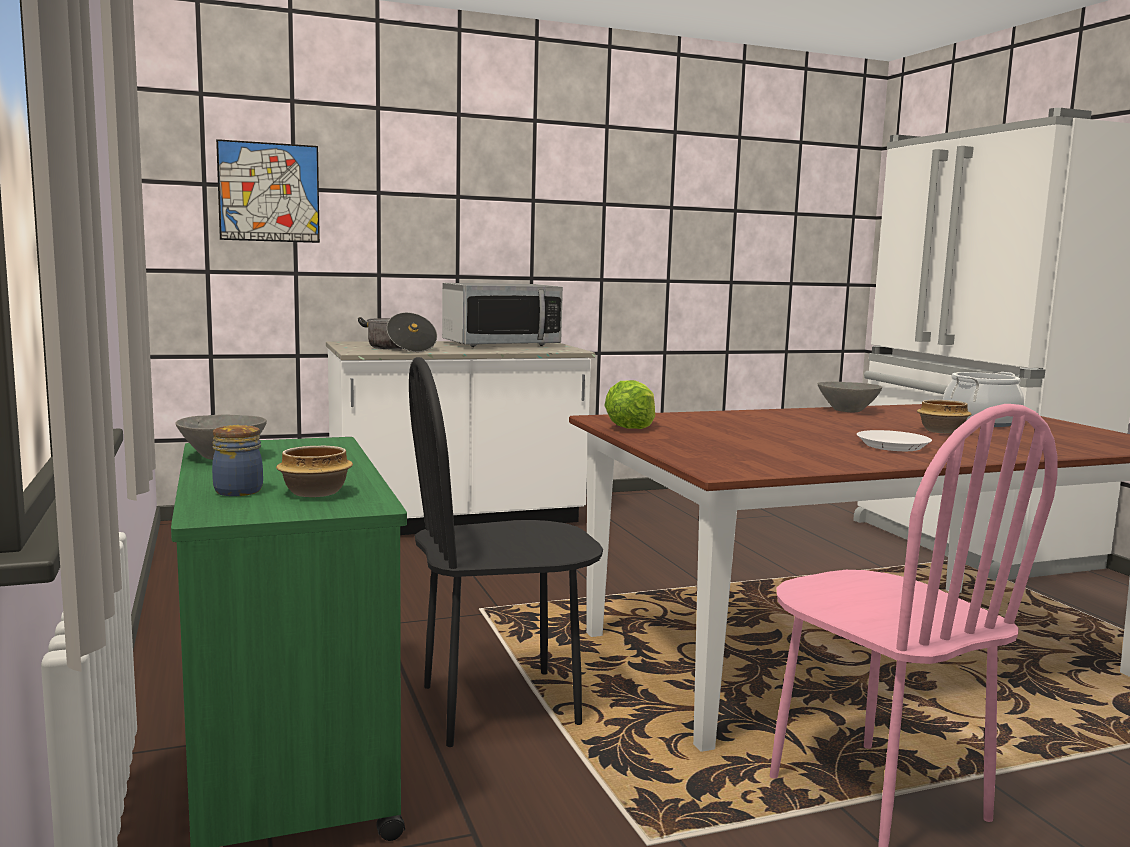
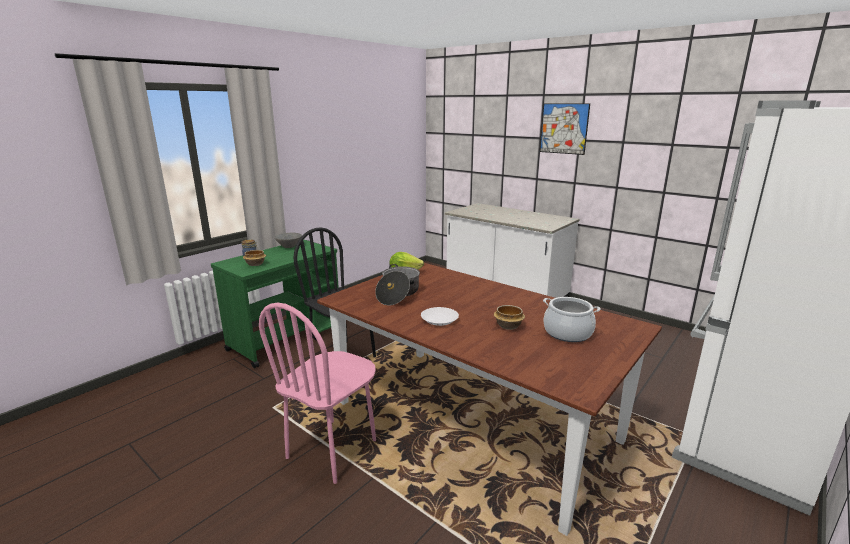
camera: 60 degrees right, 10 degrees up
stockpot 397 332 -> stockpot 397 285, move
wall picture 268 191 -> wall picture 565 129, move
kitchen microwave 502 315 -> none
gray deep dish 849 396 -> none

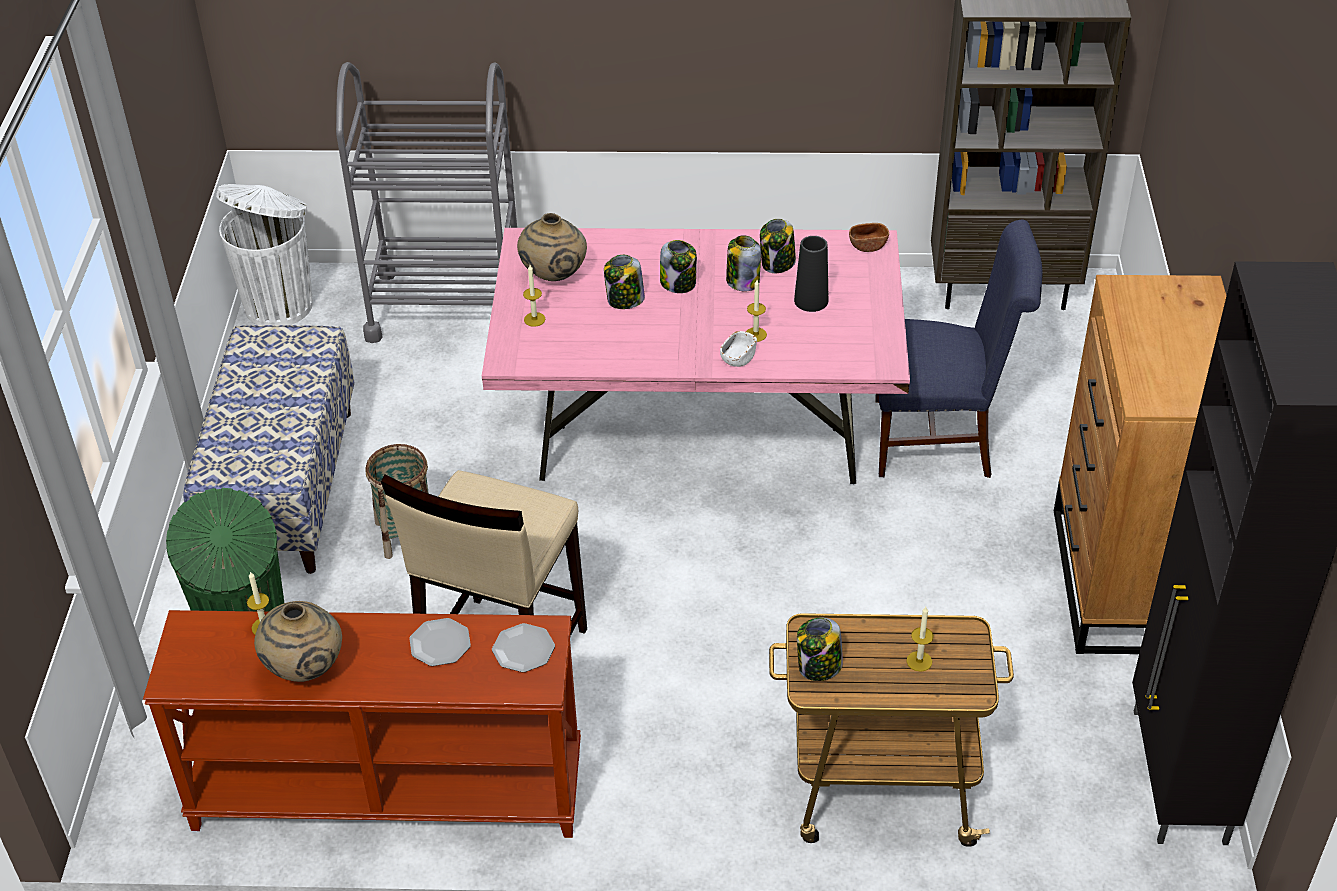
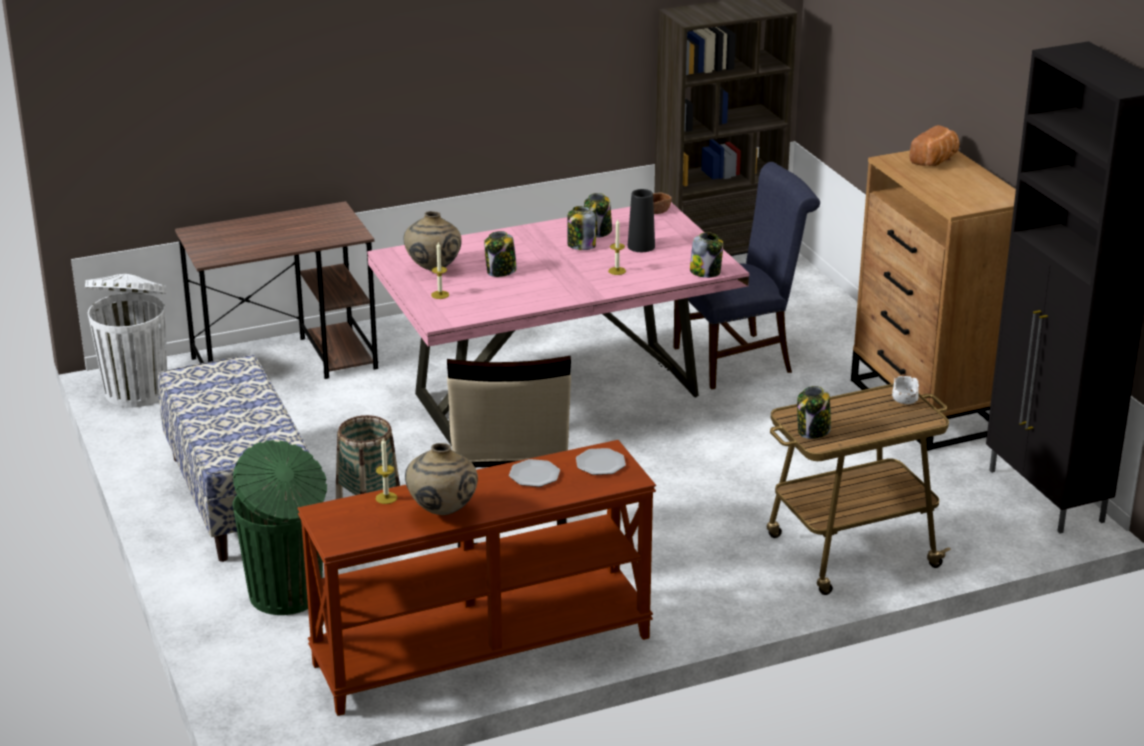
camera: 25 degrees left, 15 degrees down
gray cart 426 202 -> brown desk table 276 290
preserve jar 678 266 -> preserve jar 706 255, move
whitish deep dish 738 349 -> whitish deep dish 905 390, move
none -> baked bread 935 145
wax light 920 639 -> none

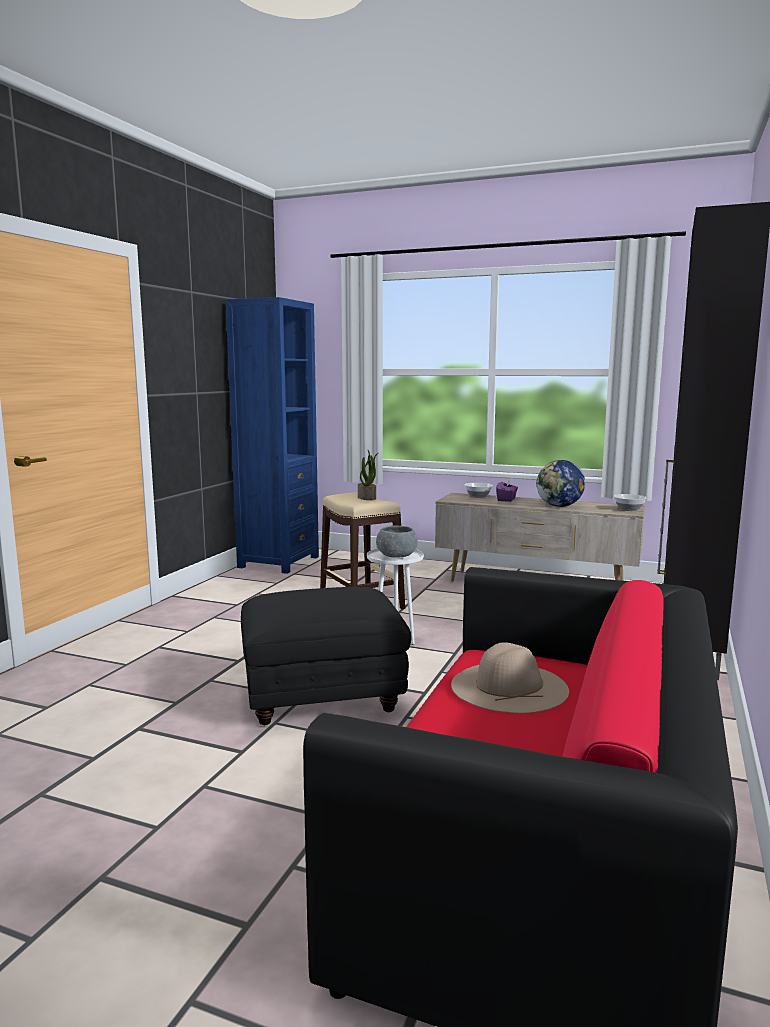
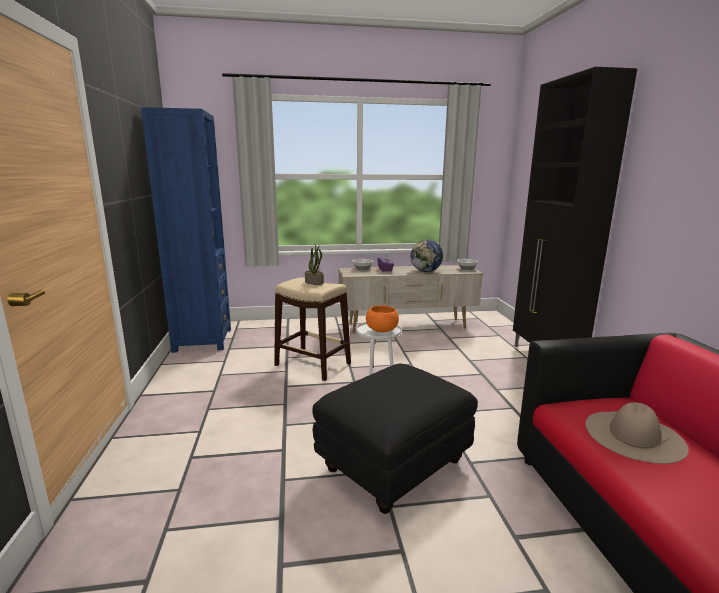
camera: 30 degrees left, 5 degrees up
gray deep dish 397 541 -> orange deep dish 382 318

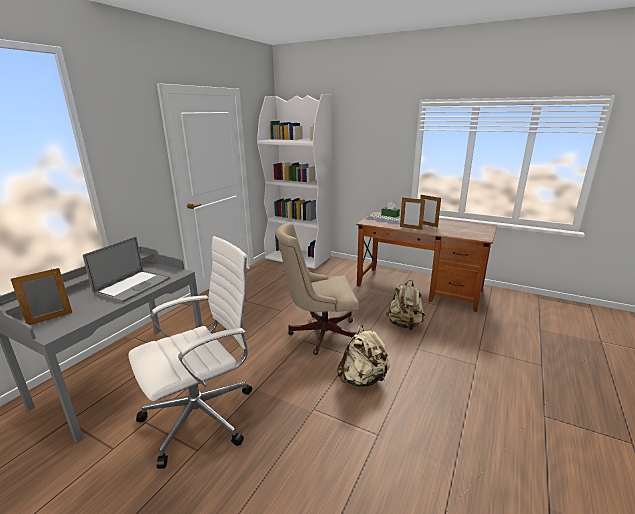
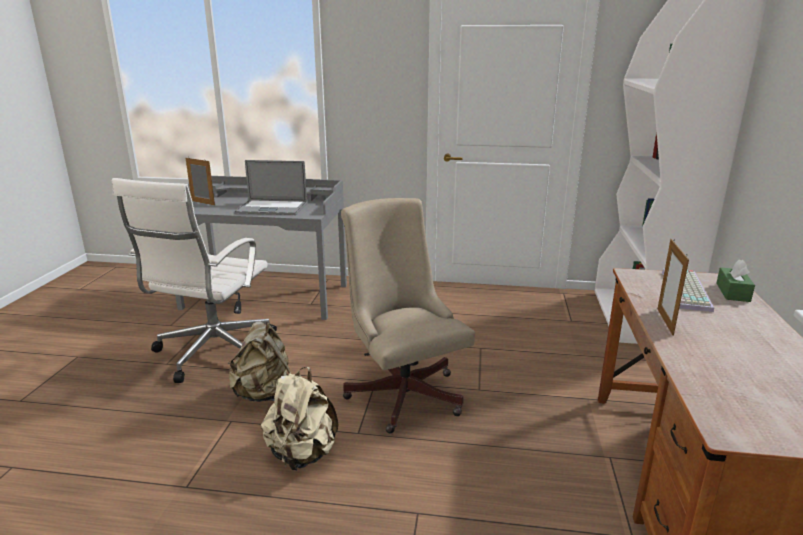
camera: 70 degrees right, 0 degrees up
whitish office chair 190 352 -> whitish office chair 194 280, 75 degrees clockwise
beige-coloured knapsack 405 305 -> beige-coloured knapsack 259 361, move
picture frame 430 211 -> none

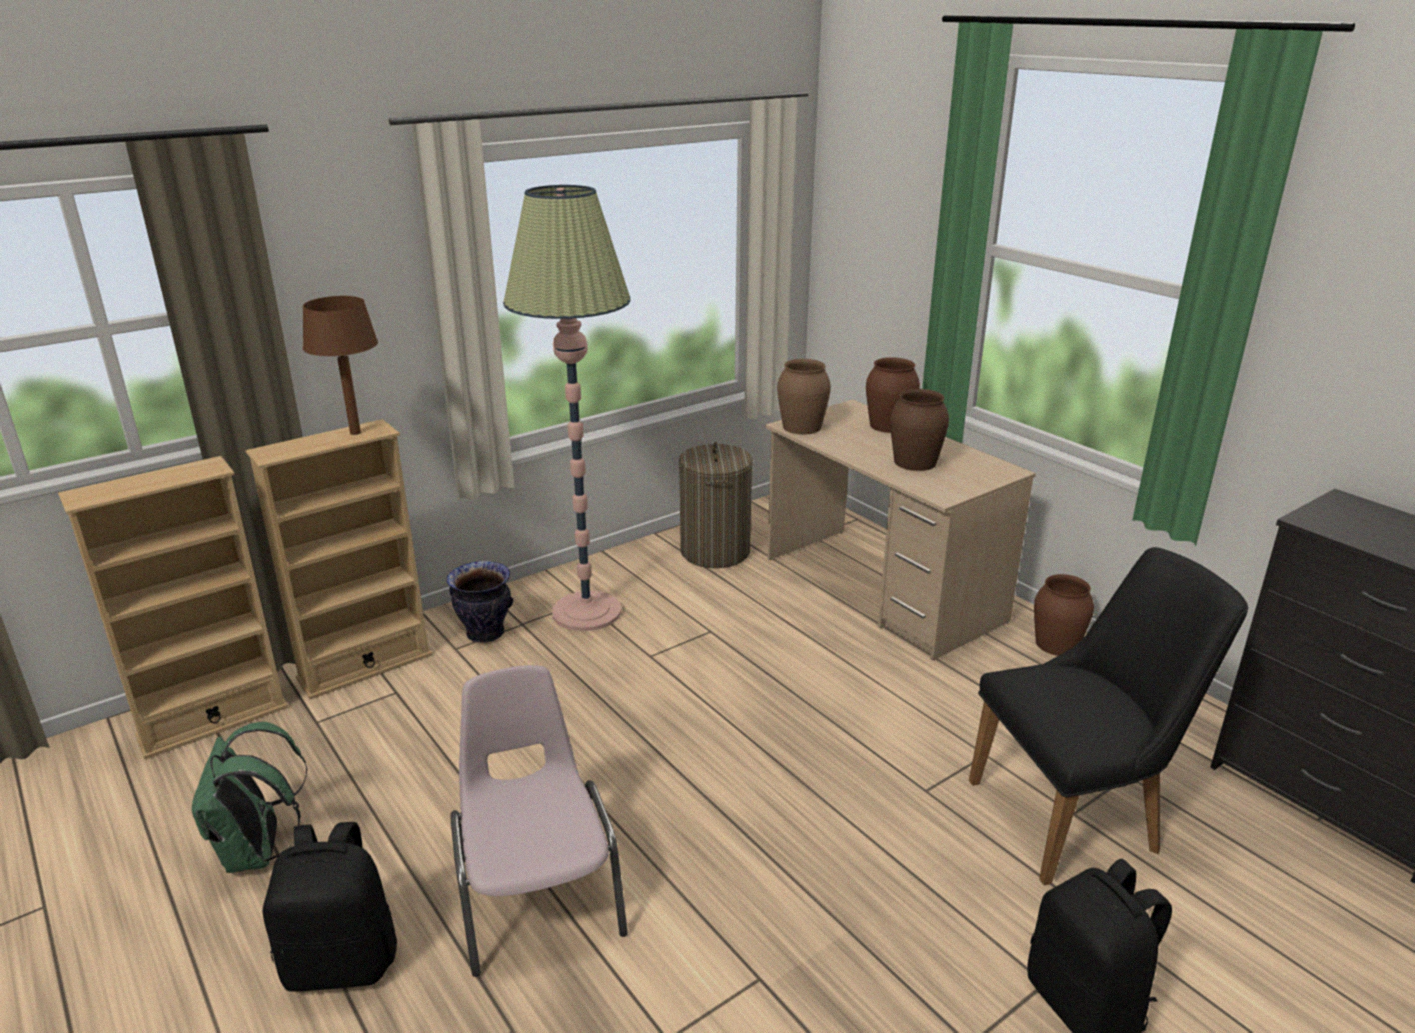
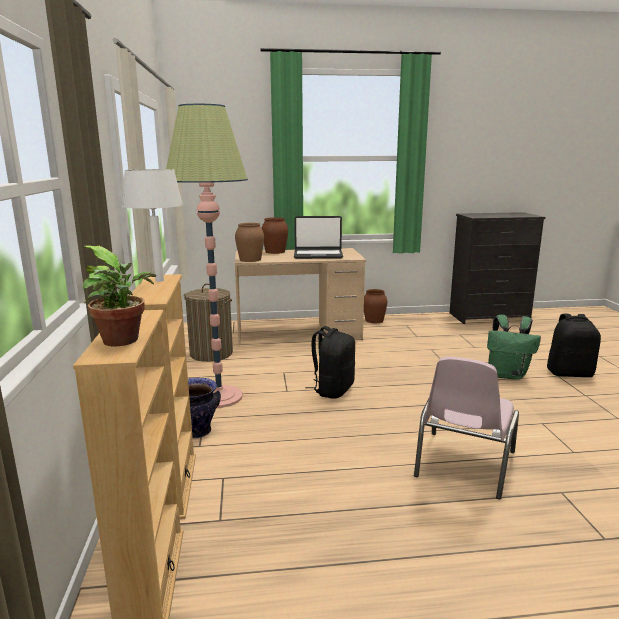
camera: 60 degrees left, 10 degrees down
none -> plant in a pot 119 296
brown tabletop lamp 340 365 -> whitish tabletop lamp 152 225
brown decorative vase 919 430 -> portable computer 318 237
black knapsack 330 907 -> black knapsack 330 362, move
pinkish chair 539 821 -> pinkish chair 466 428, 75 degrees counterclockwise
green-coloured knapsack 250 797 -> green-coloured knapsack 514 347, move
black chair 1108 716 -> none

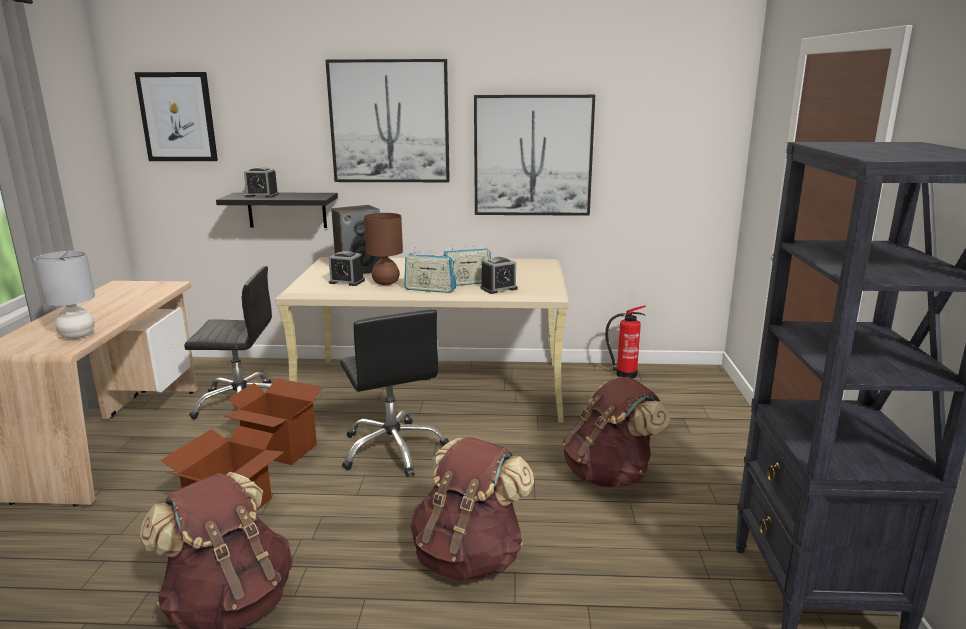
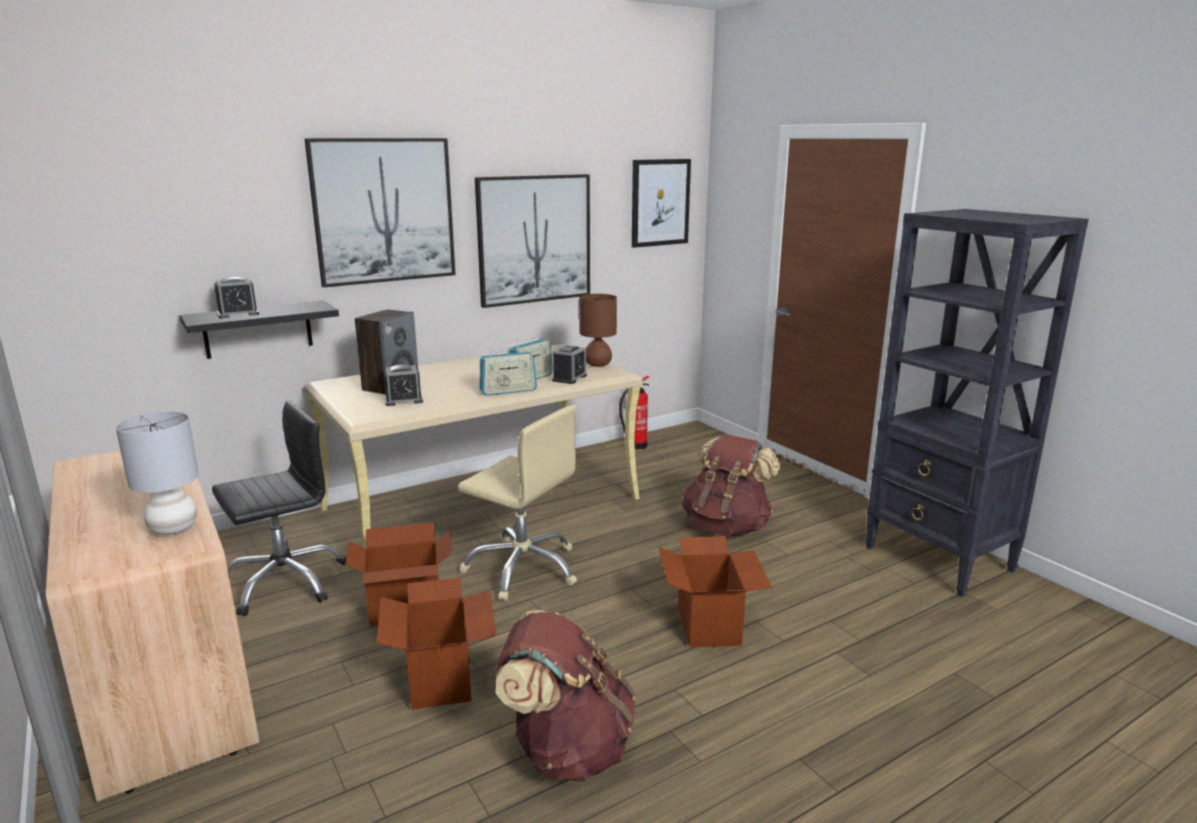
camera: 35 degrees left, 0 degrees up
black office chair 394 393 -> beige-coloured office chair 517 503
brown tabletop lamp 383 249 -> brown tabletop lamp 598 330, move
wall picture 176 116 -> wall picture 661 203, move
brown knapsack 472 509 -> cardboard box 715 591

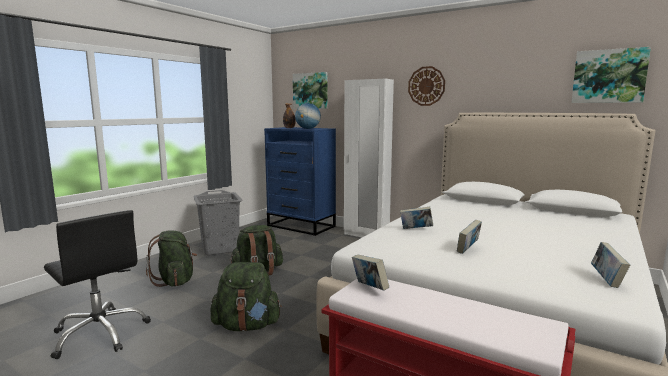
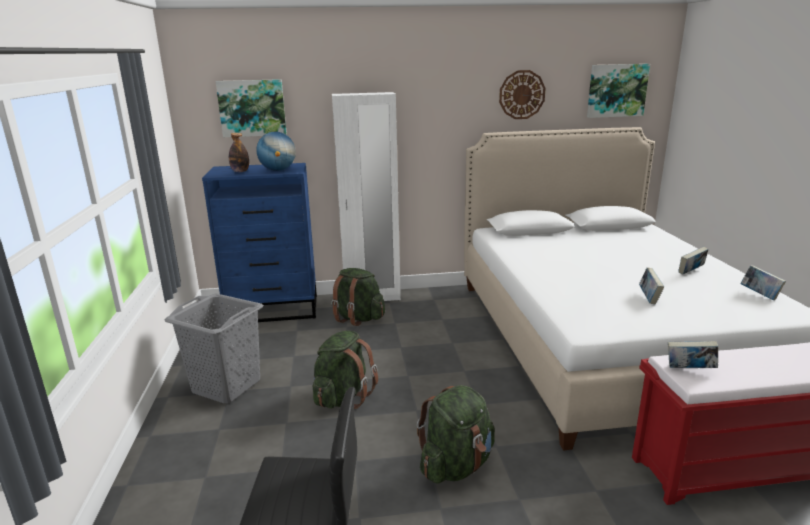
camera: 40 degrees left, 10 degrees up
green-coloured knapsack 171 258 -> green-coloured knapsack 358 297, move
hanging clock 426 86 -> hanging clock 522 94, move
bound book 416 218 -> bound book 693 261, move

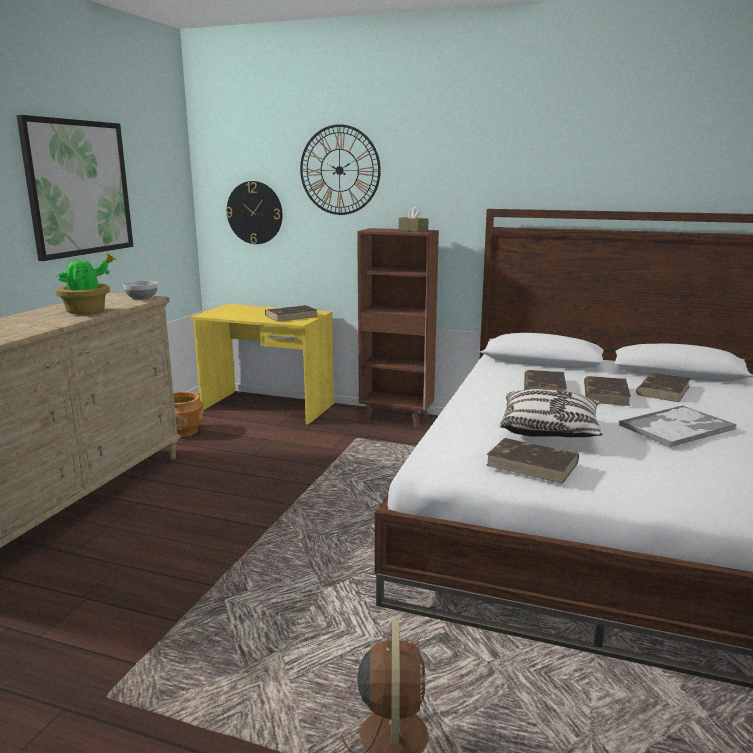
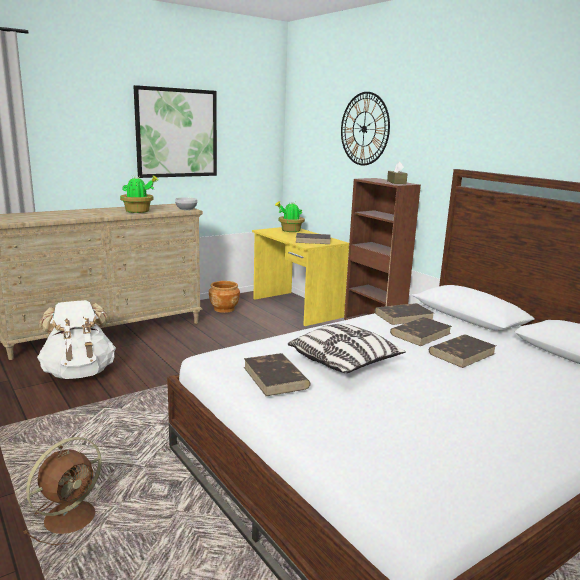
camera: 35 degrees right, 0 degrees up
none -> whitish knapsack 76 339
none -> plant in a pot 290 216
brown bound book 663 387 -> brown bound book 404 314, move
hanging clock 254 212 -> none
tray 678 426 -> none

